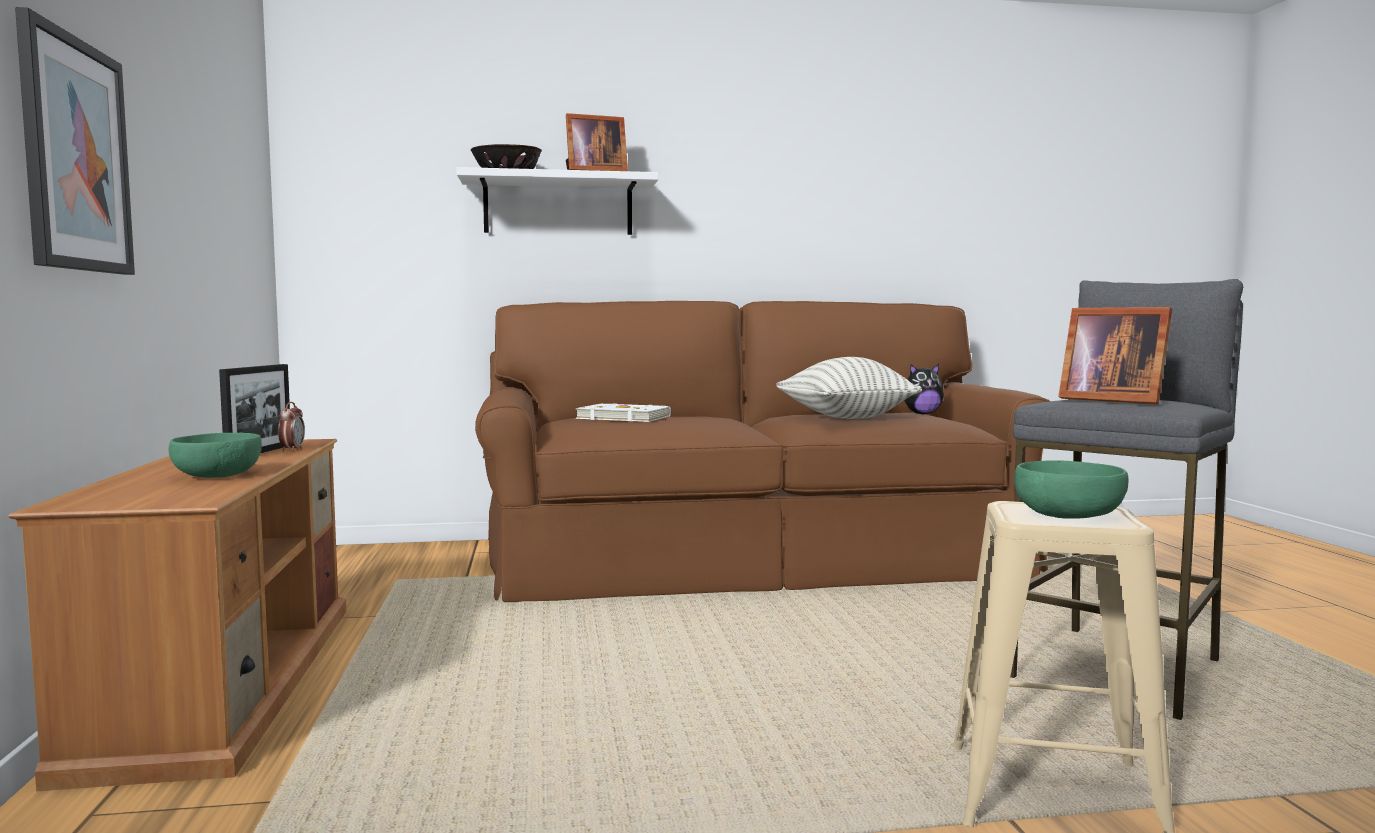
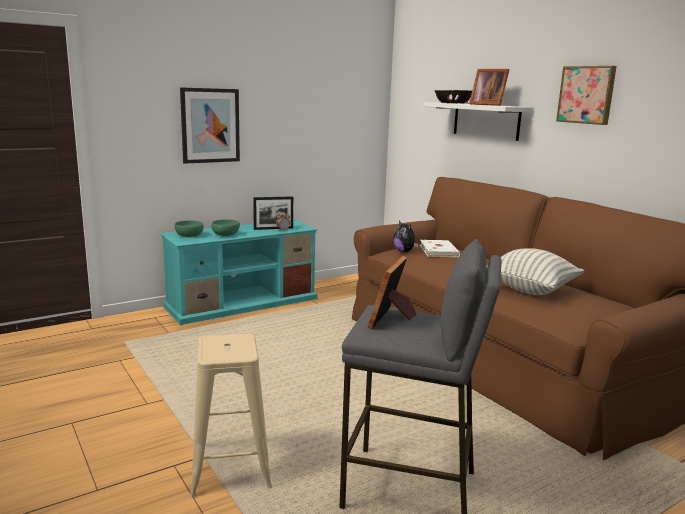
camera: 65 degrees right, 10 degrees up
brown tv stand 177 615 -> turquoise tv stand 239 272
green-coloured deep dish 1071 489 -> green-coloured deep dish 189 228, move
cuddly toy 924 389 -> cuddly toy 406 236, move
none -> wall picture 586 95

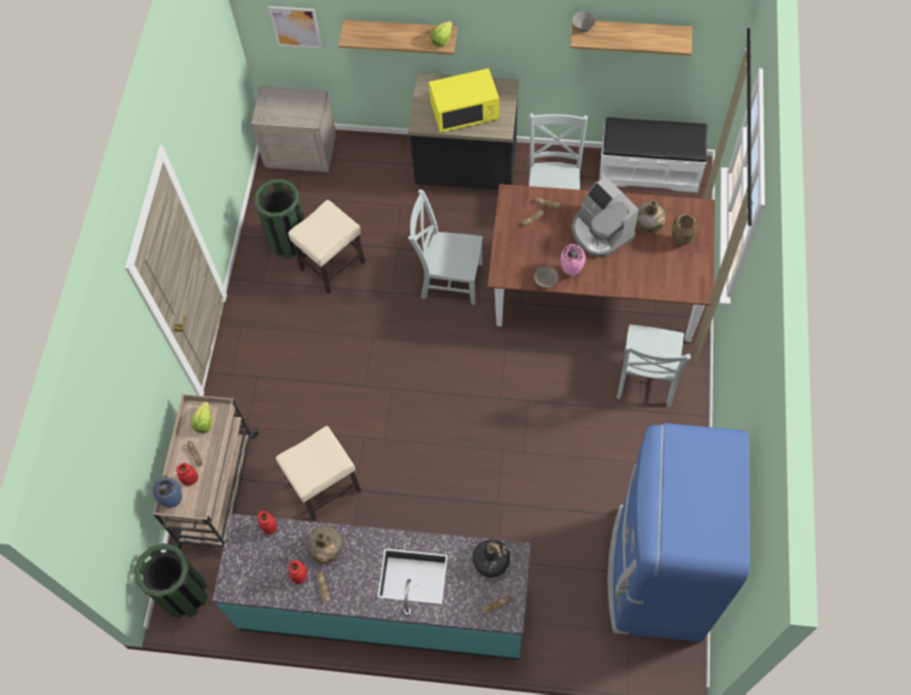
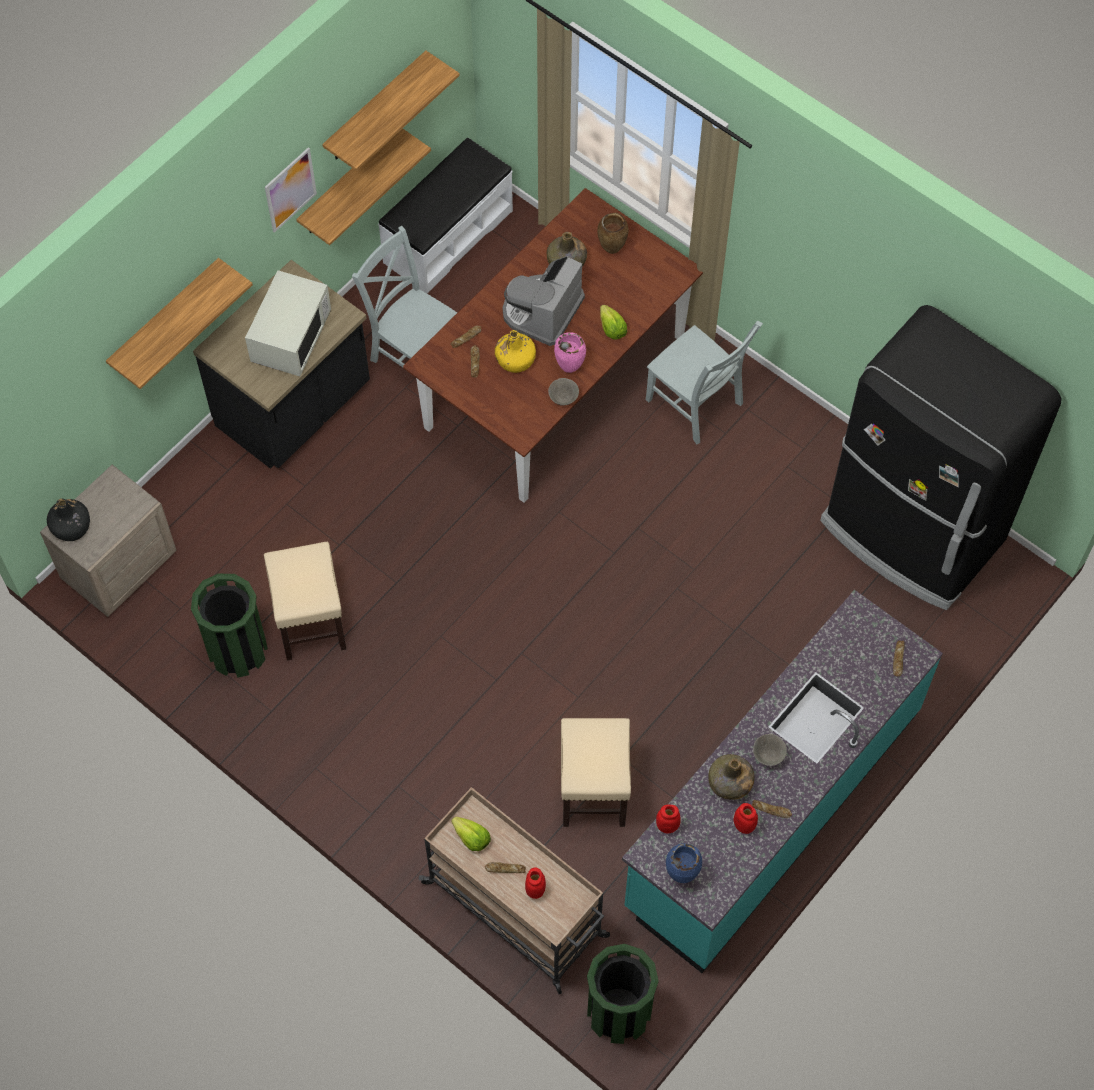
camera: 60 degrees left, 0 degrees up
black drink bottle 491 558 -> black drink bottle 68 519, move
yellow kitchen microwave 464 100 -> whitish kitchen microwave 288 323
wall picture 295 27 -> wall picture 291 190, move
none -> shelf 363 186
none -> yellow drink bottle 515 351
coffee brewer 605 217 -> coffee brewer 544 301, 120 degrees clockwise
head of lettuce 441 34 -> head of lettuce 613 322, move
bluish decorative vase 167 493 -> bluish decorative vase 684 863, move
gray deep dish 584 21 -> gray deep dish 770 750, move
bluish refrigerator 679 532 -> black refrigerator 940 457
gray chair 445 247 -> none

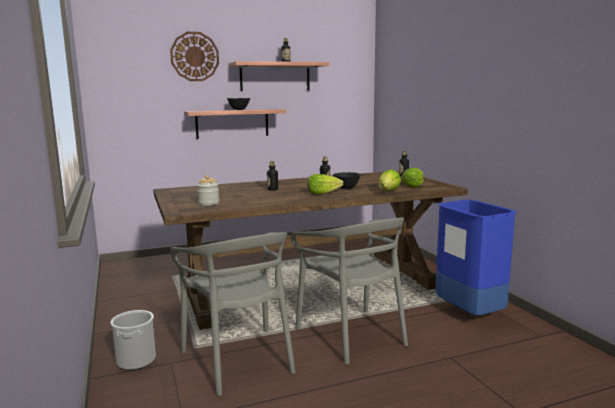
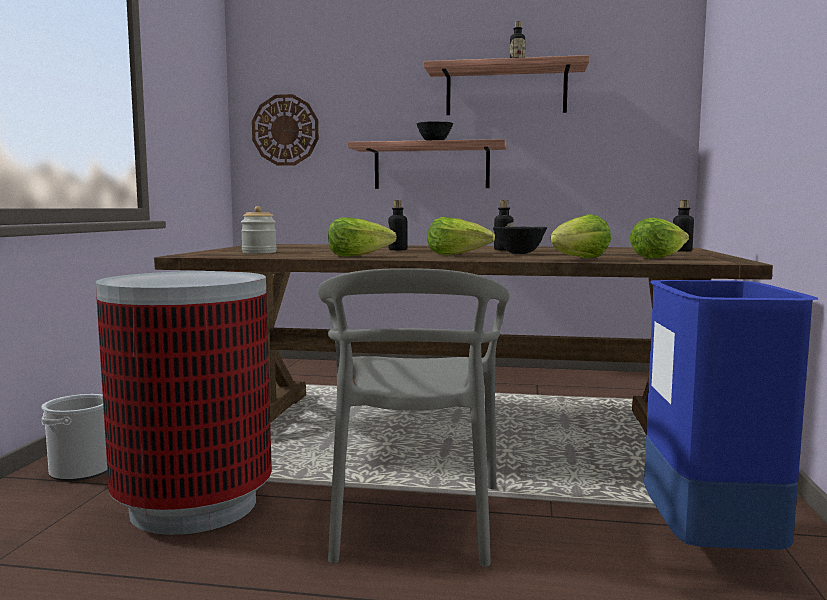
camera: 30 degrees right, 5 degrees down
gray chair 233 314 -> rubbish bin 184 403
hanging clock 194 56 -> hanging clock 285 130, move
none -> head of lettuce 362 237

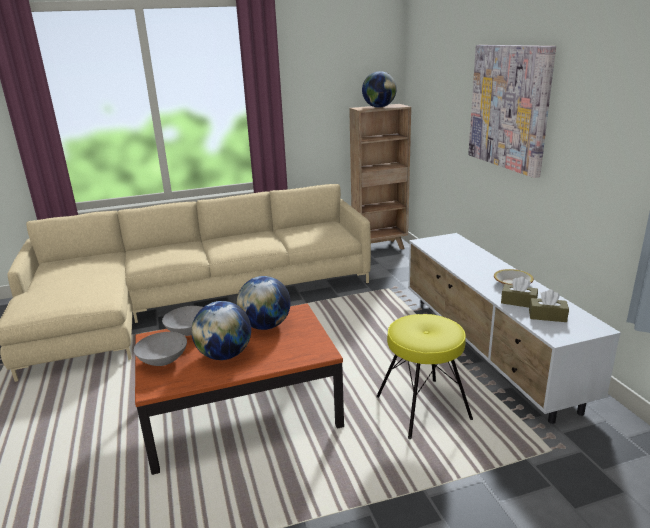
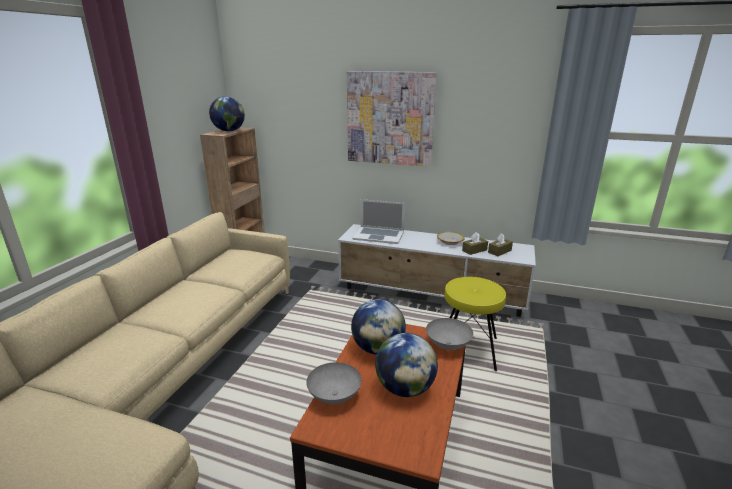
camera: 55 degrees left, 0 degrees up
none -> portable computer 378 221
gray deep dish 160 349 -> gray deep dish 449 334, move

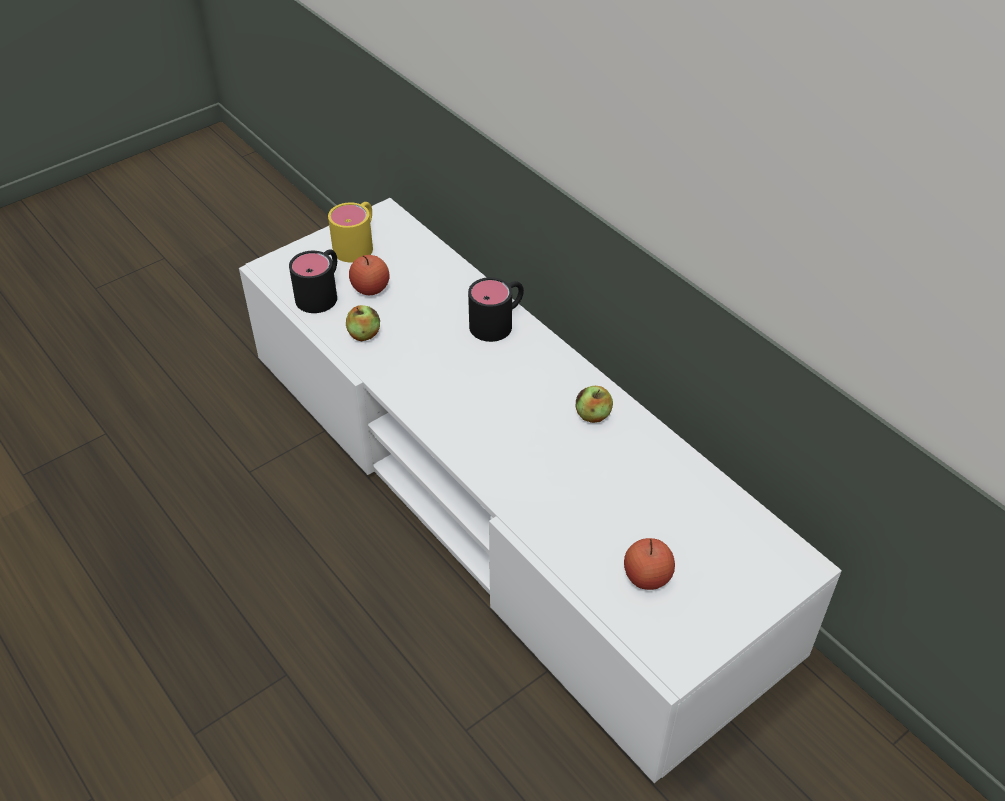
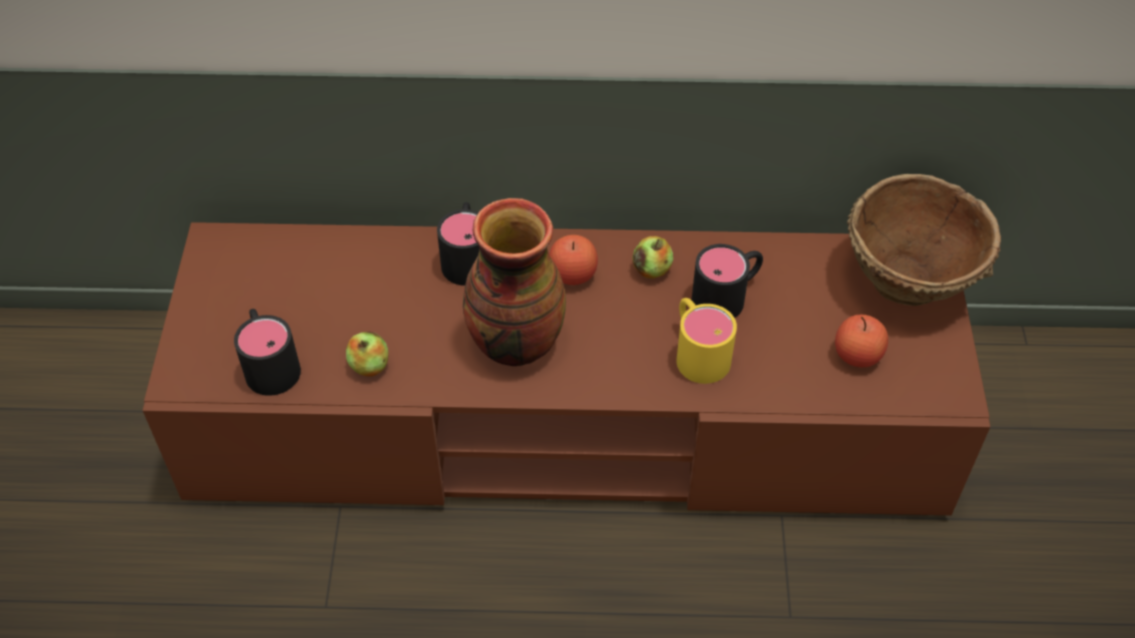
camera: 50 degrees left, 5 degrees up
whitish tv stand 540 490 -> brown tv stand 566 368
none -> decorative vase 514 282
apple fruit 369 275 -> apple fruit 573 260, move
yellow tea mug 350 232 -> yellow tea mug 706 341, move
none -> black tea mug 727 281
none -> brown deep dish 924 240

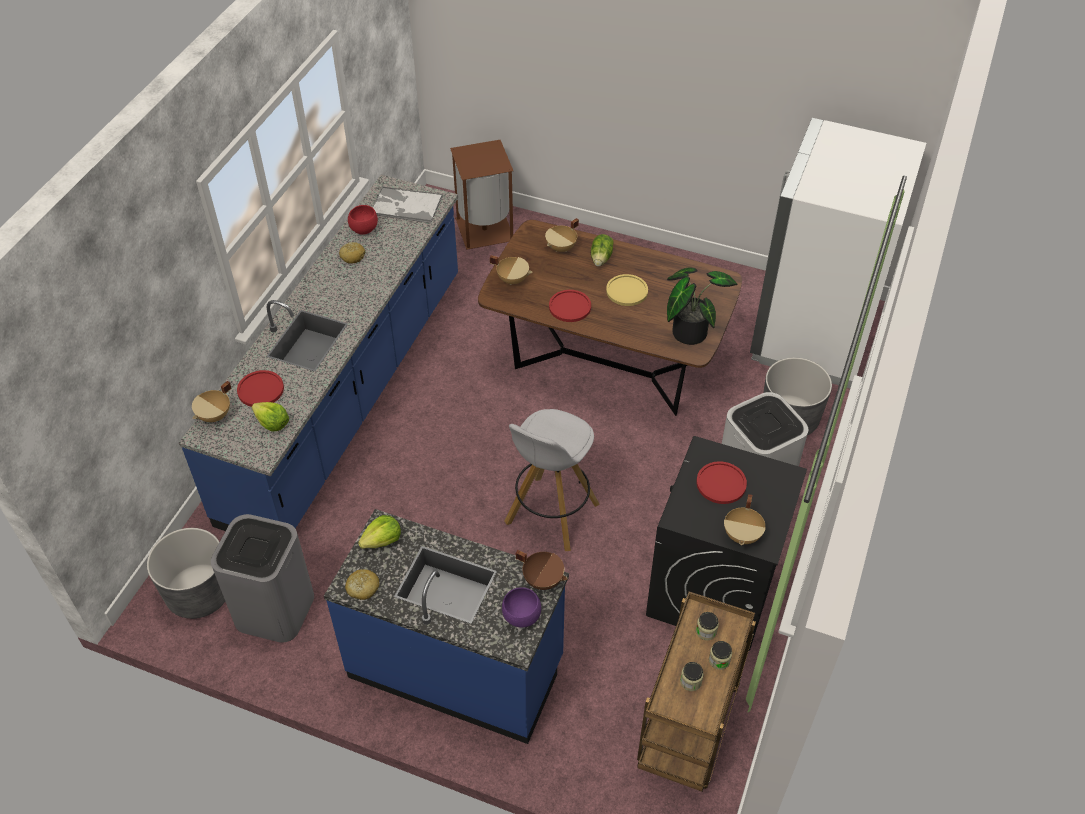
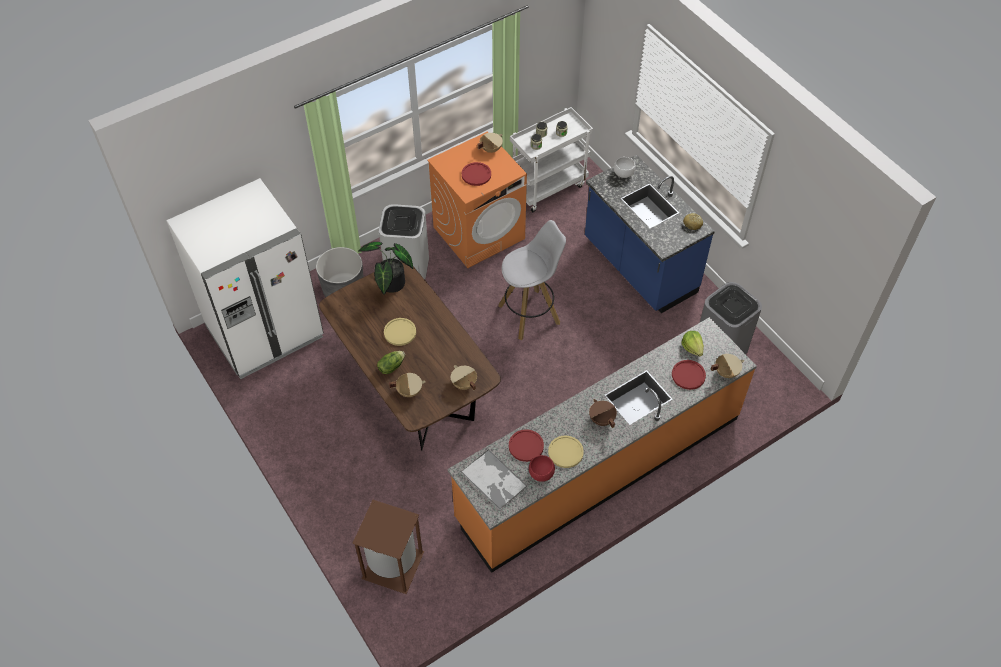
camera: 145 degrees left, 5 degrees up
black washing machine 726 543 -> orange washing machine 477 199
bluish kitchen counter 318 353 -> orange kitchen counter 602 445
red-coloured dinner plate 570 306 -> red-coloured dinner plate 526 445, move
brown cart 696 691 -> whitish cart 551 159
baked bread 352 253 -> yellow dinner plate 566 452
brown stockpot 541 570 -> brown stockpot 603 413, move
purple deep dish 521 607 -> whitish deep dish 625 167
gray flower pot 186 573 -> none
head of lettuce 379 532 -> none

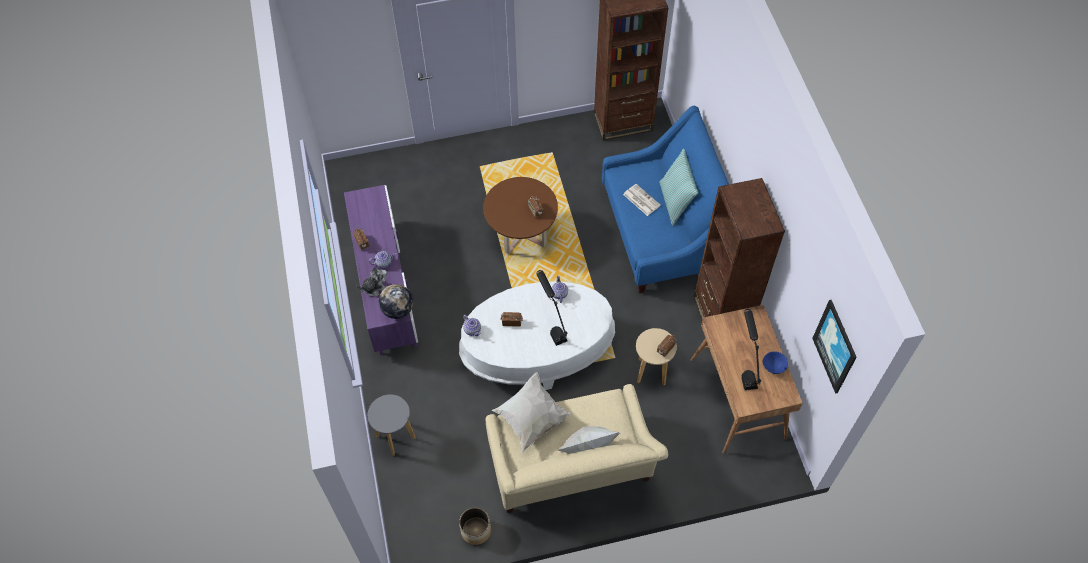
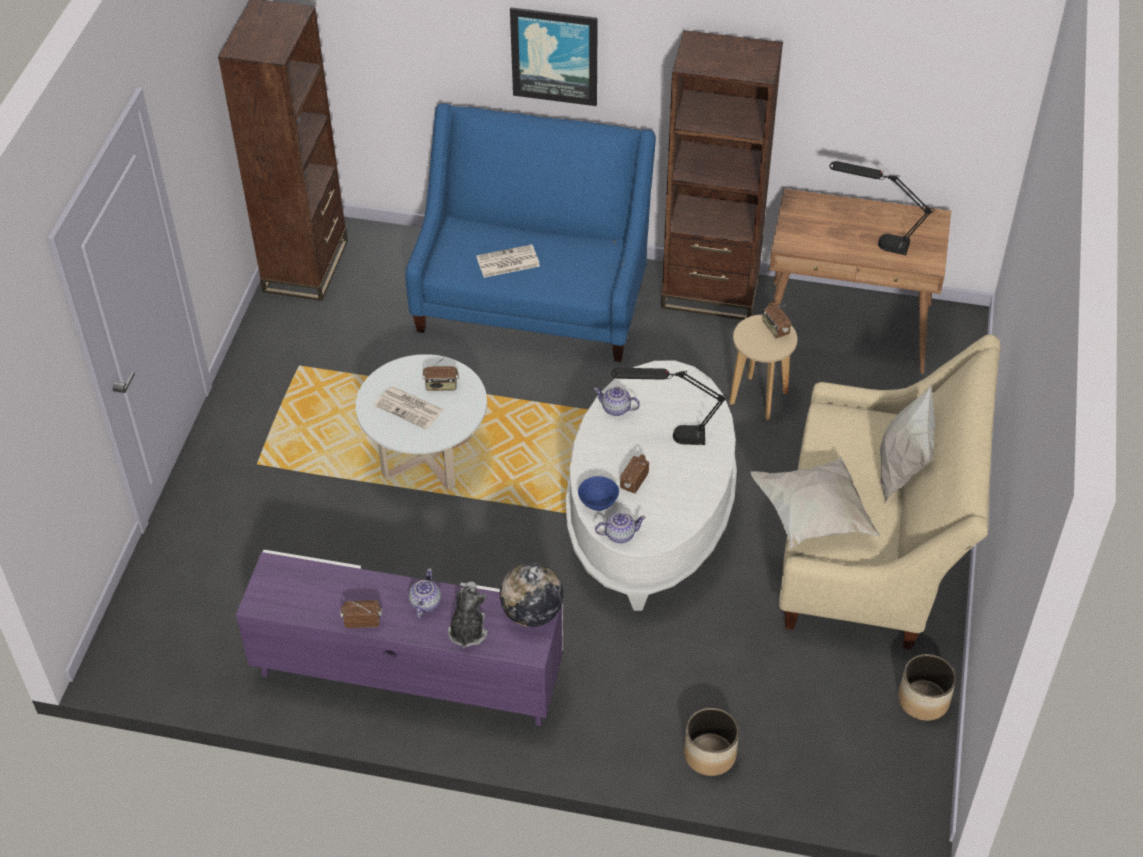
camera: 65 degrees left, 10 degrees down
brown lounge table 520 215 -> whitish lounge table 421 422
none -> daily paper 409 408
wall picture 834 347 -> wall picture 554 56, move
bluish deep dish 775 362 -> bluish deep dish 598 493, move
gray stool seat 392 425 -> flower pot 711 742
throw pillow 679 187 -> none

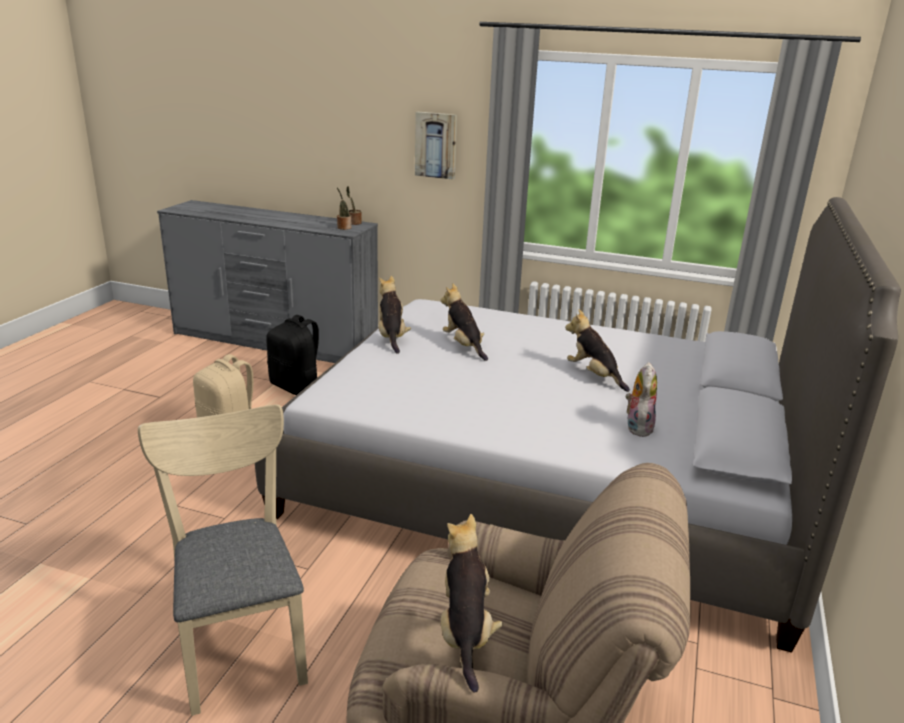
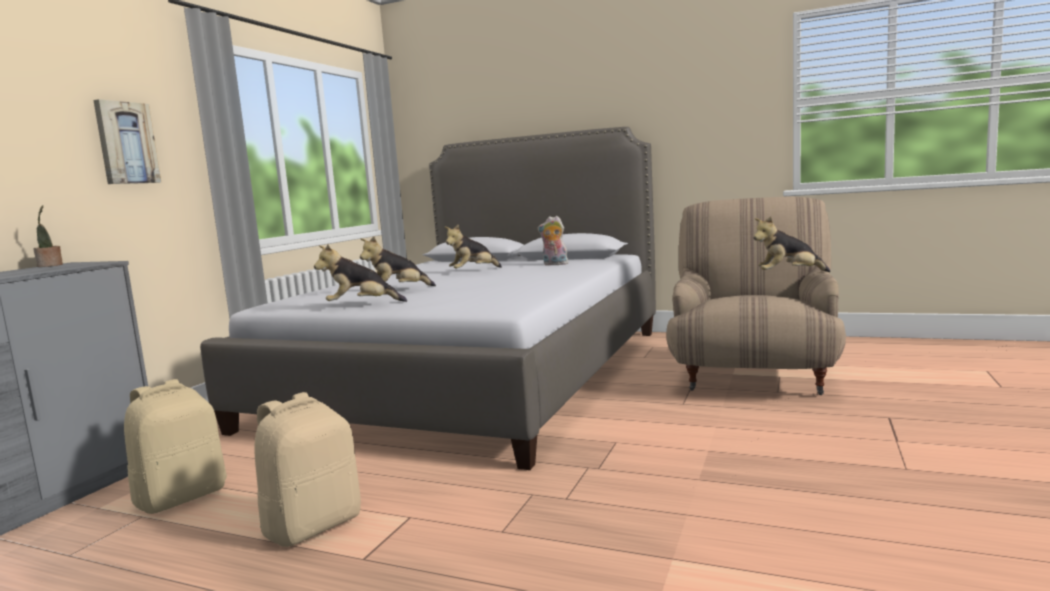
camera: 85 degrees left, 15 degrees down
black knapsack 292 355 -> beige-coloured knapsack 175 446
beige-coloured chair 223 560 -> none
plant in a pot 344 208 -> none

